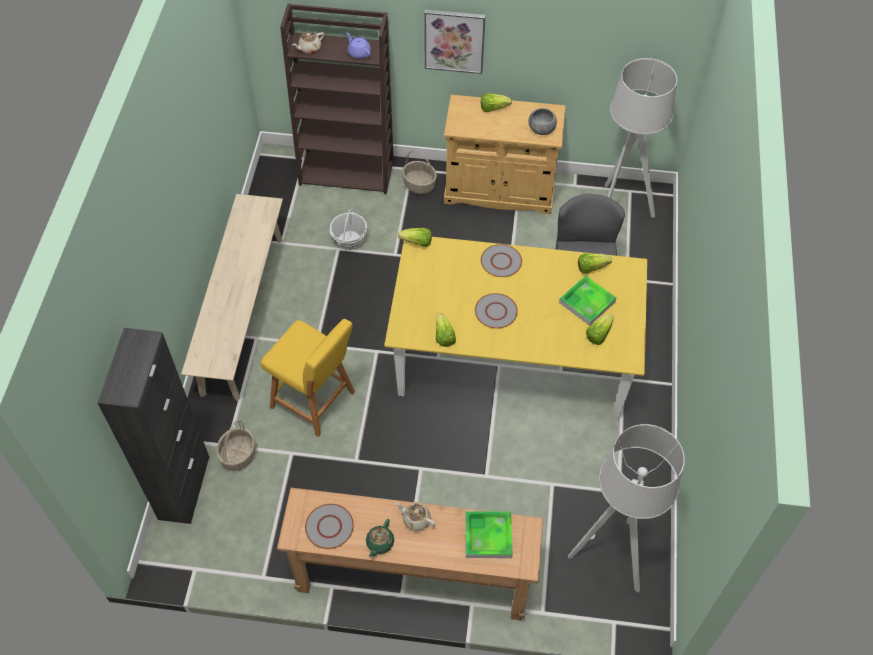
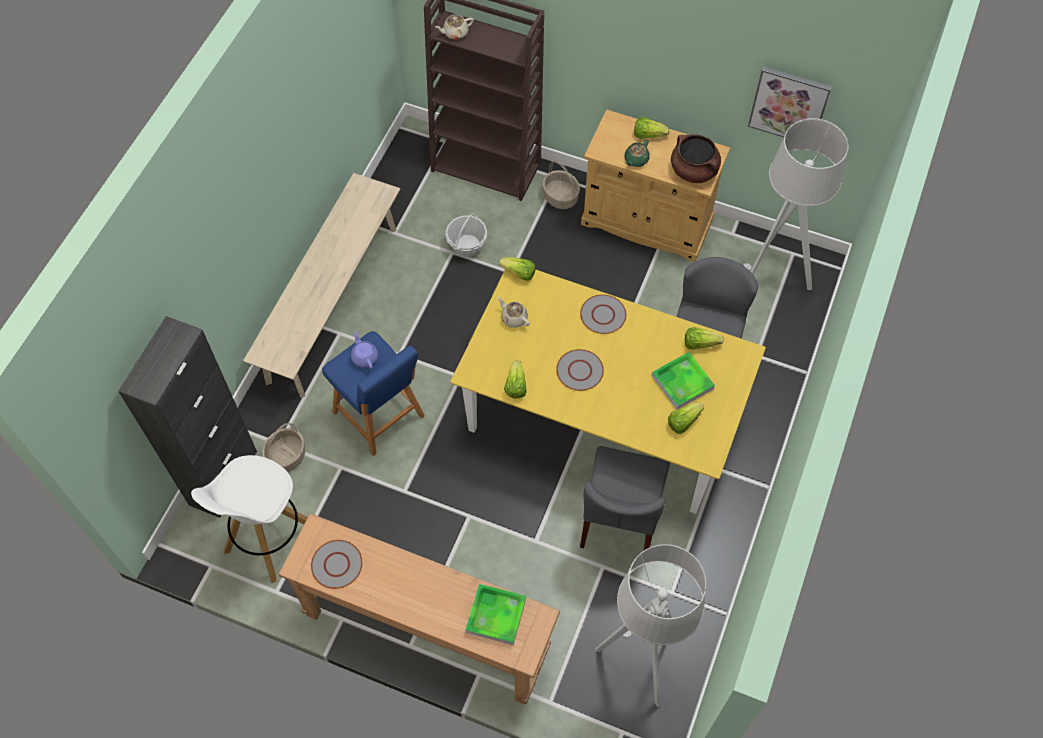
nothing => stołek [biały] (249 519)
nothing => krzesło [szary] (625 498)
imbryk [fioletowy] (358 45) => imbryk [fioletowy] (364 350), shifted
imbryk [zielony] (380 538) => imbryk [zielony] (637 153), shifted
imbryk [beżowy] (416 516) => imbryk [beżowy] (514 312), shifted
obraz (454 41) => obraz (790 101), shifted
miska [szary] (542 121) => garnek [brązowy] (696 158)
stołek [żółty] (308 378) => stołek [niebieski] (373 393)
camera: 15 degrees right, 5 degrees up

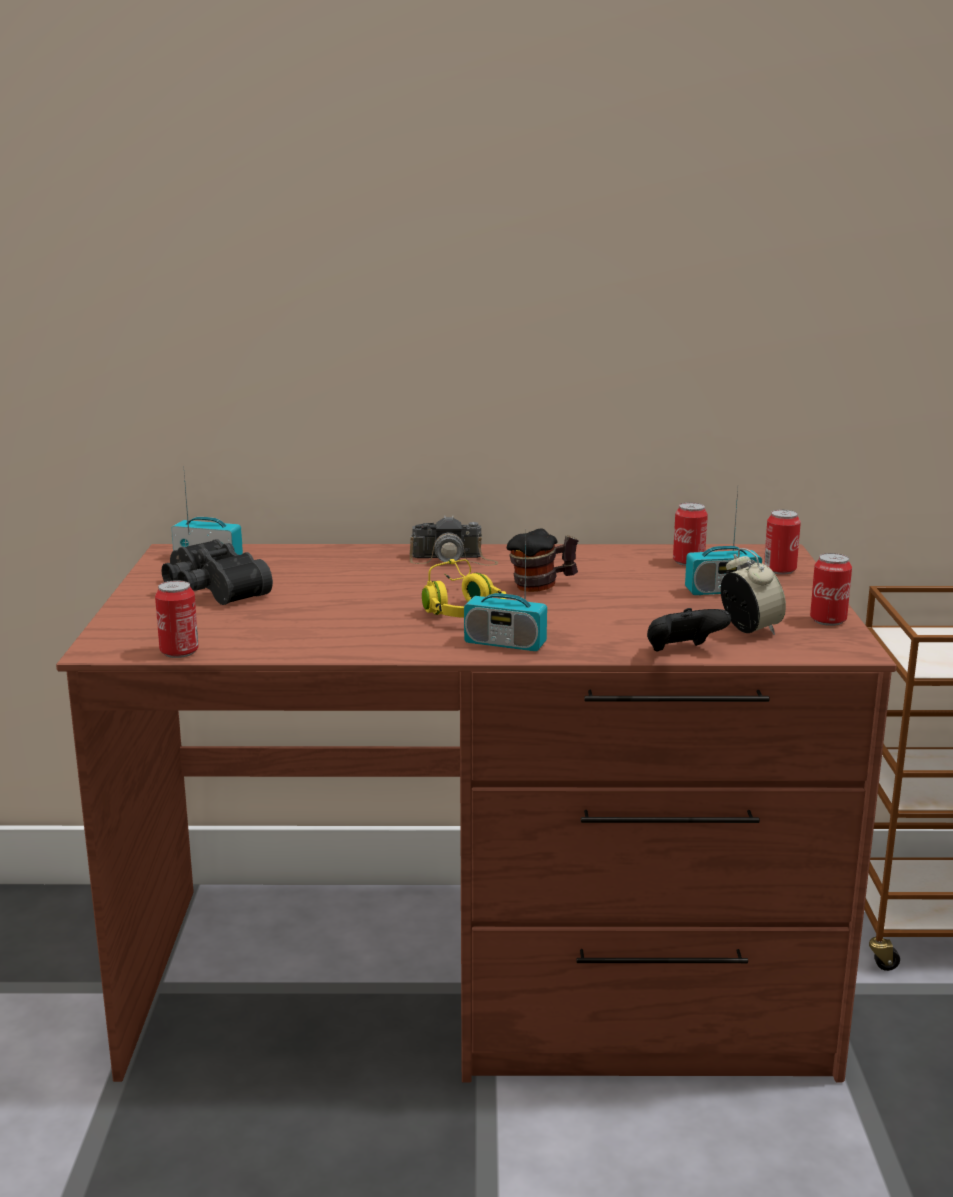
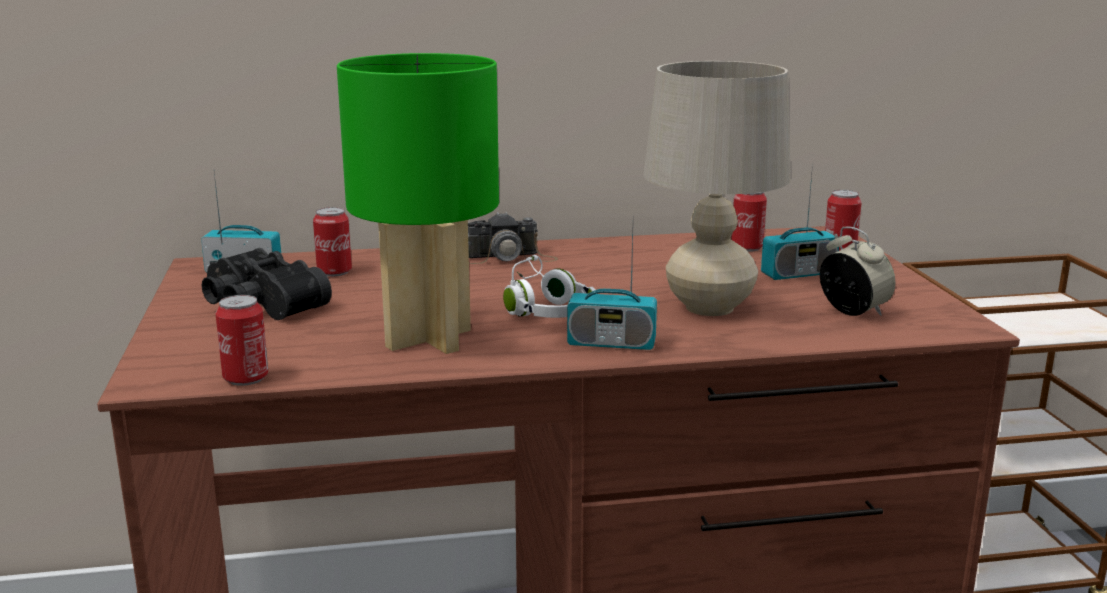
kubek (543 560) => nothing
pad do gier [czarny] (689 630) => nothing
nothing => lampa stołowa [zielony] (418 203)
nothing => lampa stołowa [beżowy] (717 188)
puszka (831 589) => puszka (332 242), shifted
słuchawki [żółty] (464 588) => słuchawki [biały] (549 286)
camera: 10 degrees left, 0 degrees up

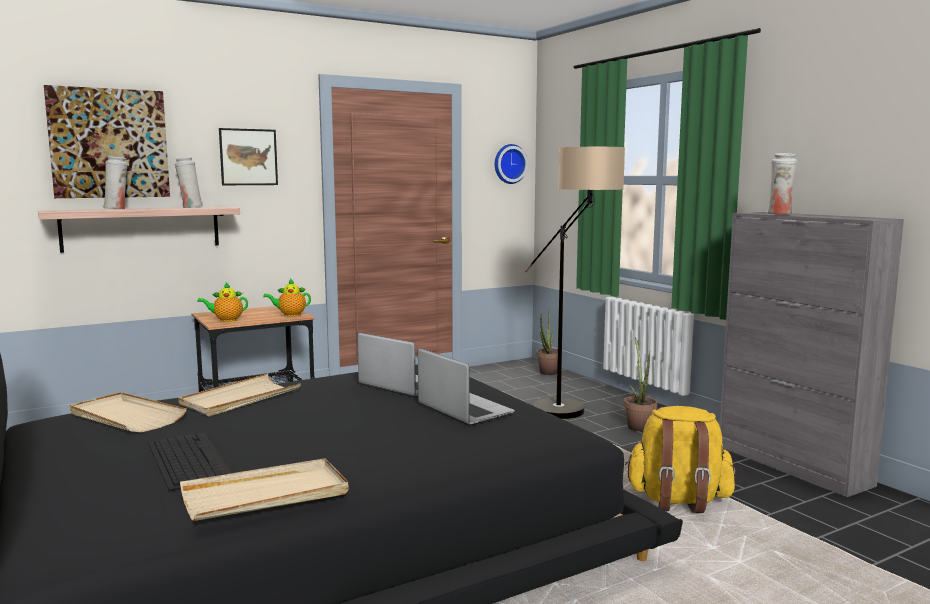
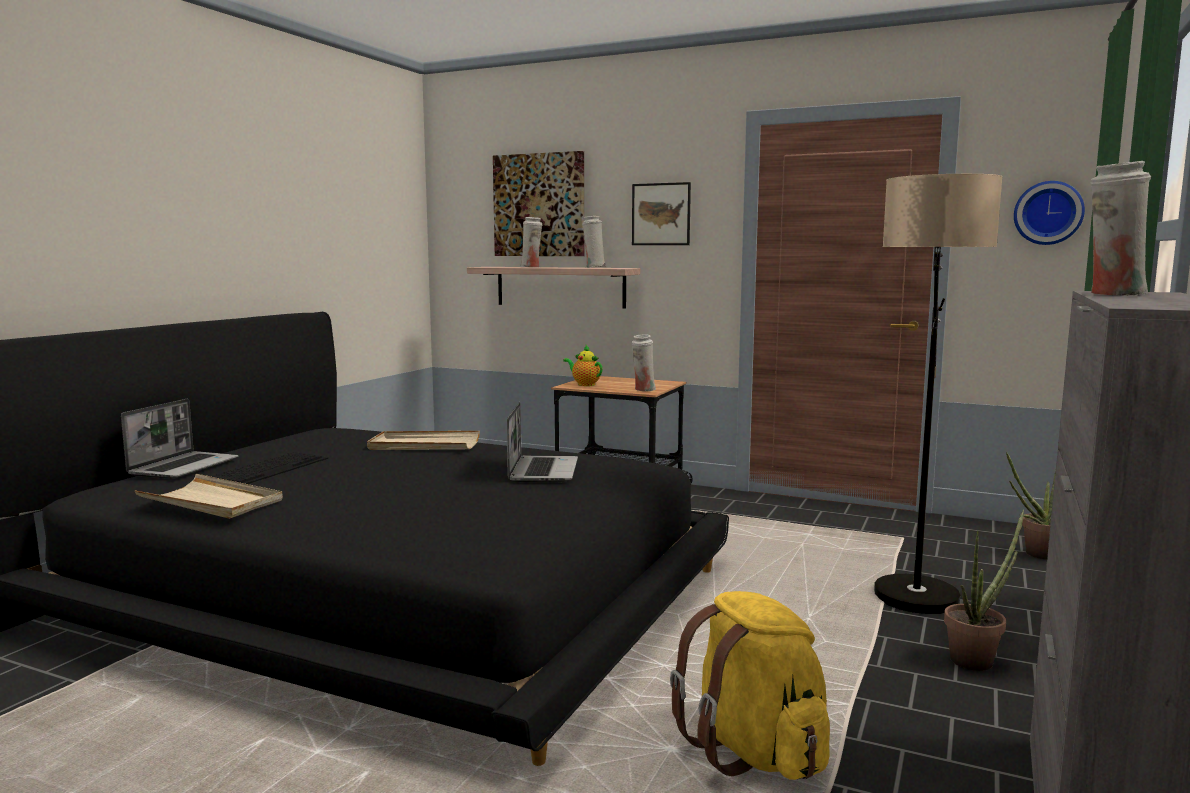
taca [beżowy] (128 412) => nothing
laptop (466 387) => laptop (179 439), shifted
imbryk (287 297) => wazon [biały] (643 362)
camera: 55 degrees right, 0 degrees up

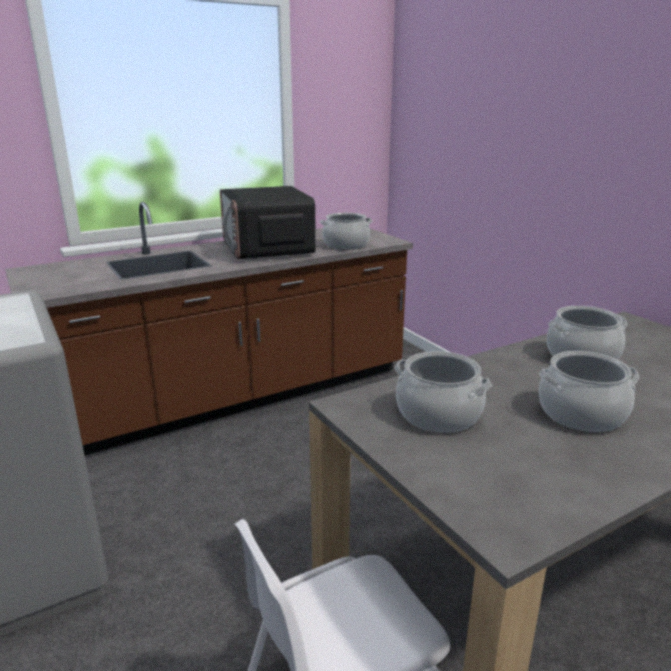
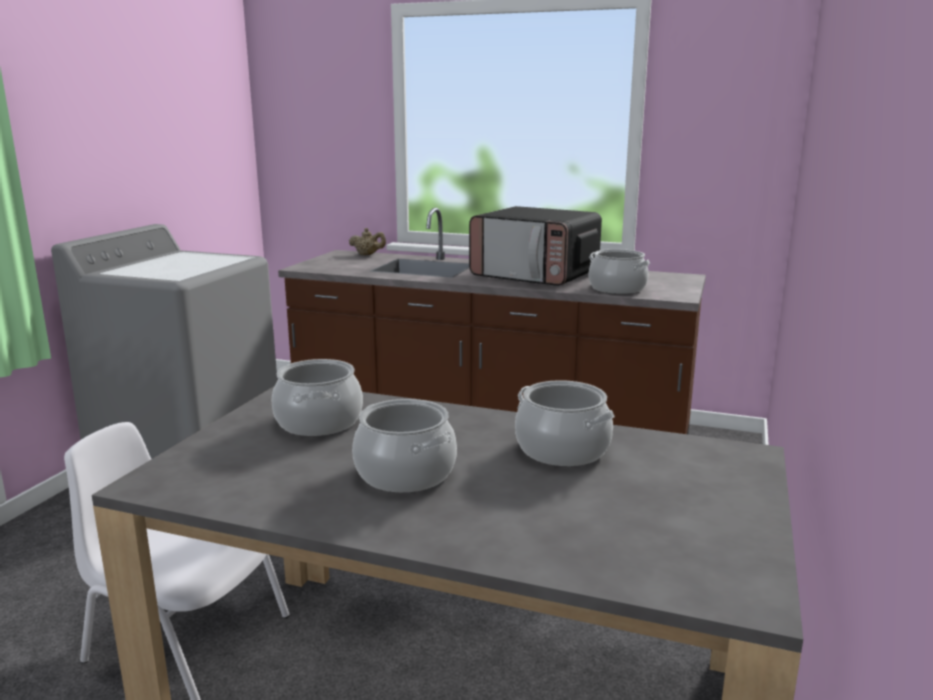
nothing => imbryk [beżowy] (367 241)
mikrofalówka (268 222) => mikrofalówka (535 246), 90 degrees counterclockwise
camera: 50 degrees right, 5 degrees down

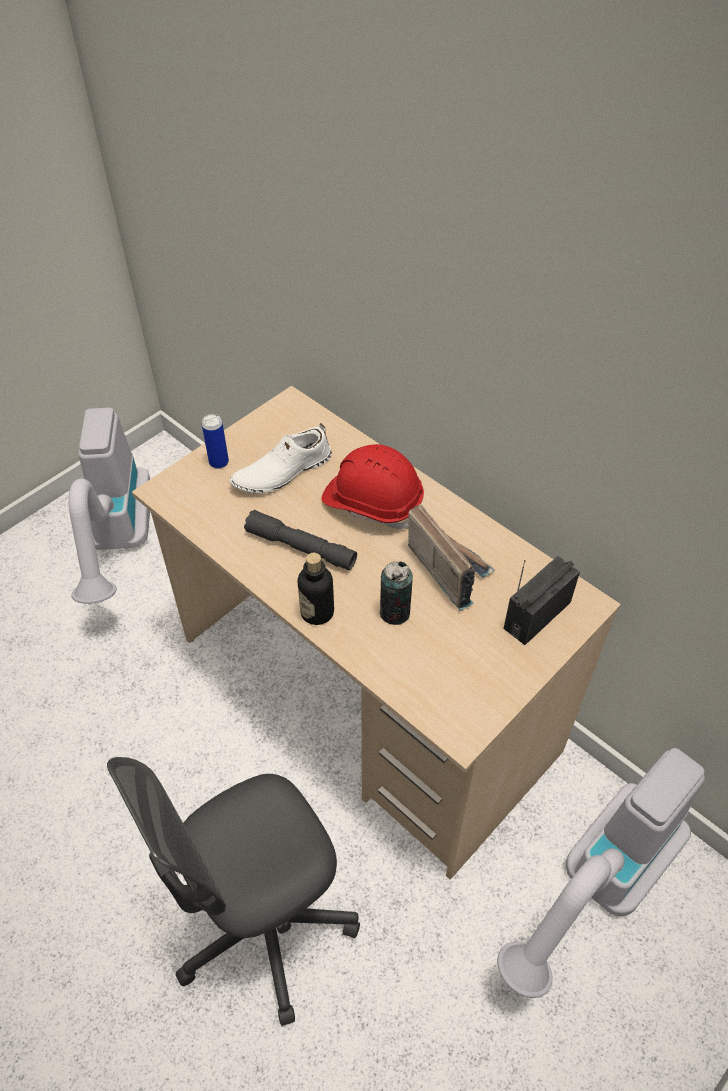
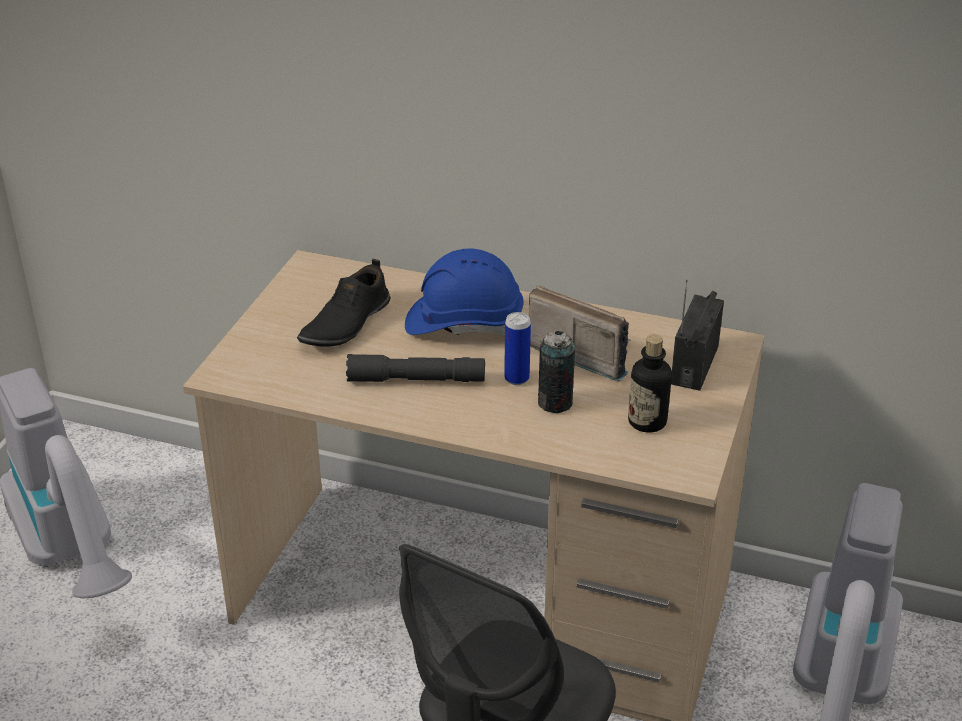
puszka (215 441) => puszka (517 348), shifted
butelka (316 589) => butelka (650 383), shifted
but [biały] (280 458) => but [czarny] (344 303)
kask [czerwony] (372 486) => kask [niebieski] (464 292)
camera: 25 degrees left, 15 degrees down

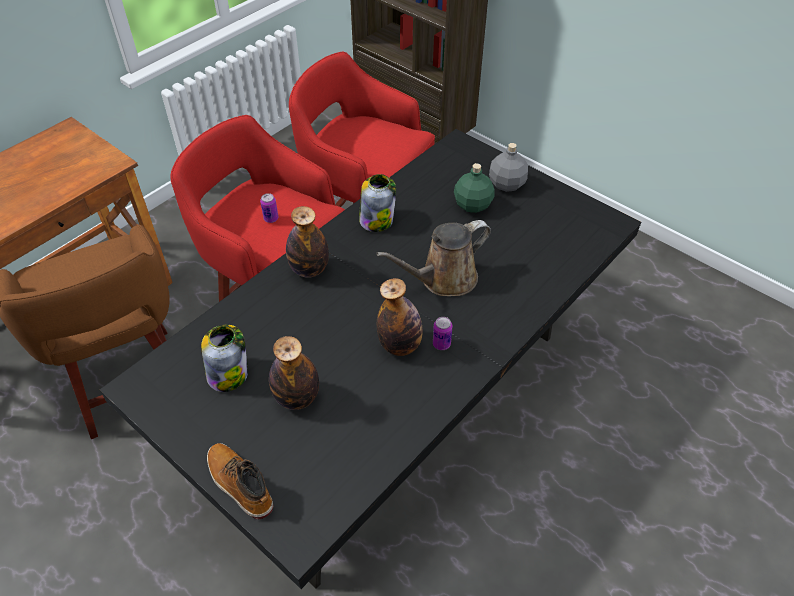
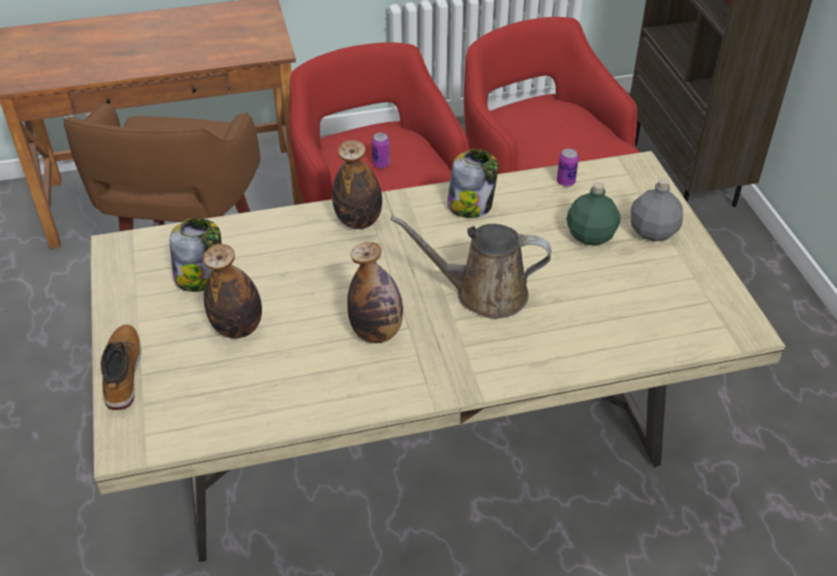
puszka (442 333) => puszka (568 167), shifted
stół jadalny [czarny] (370 359) => stół jadalny [beżowy] (438 356)
camera: 35 degrees right, 5 degrees down

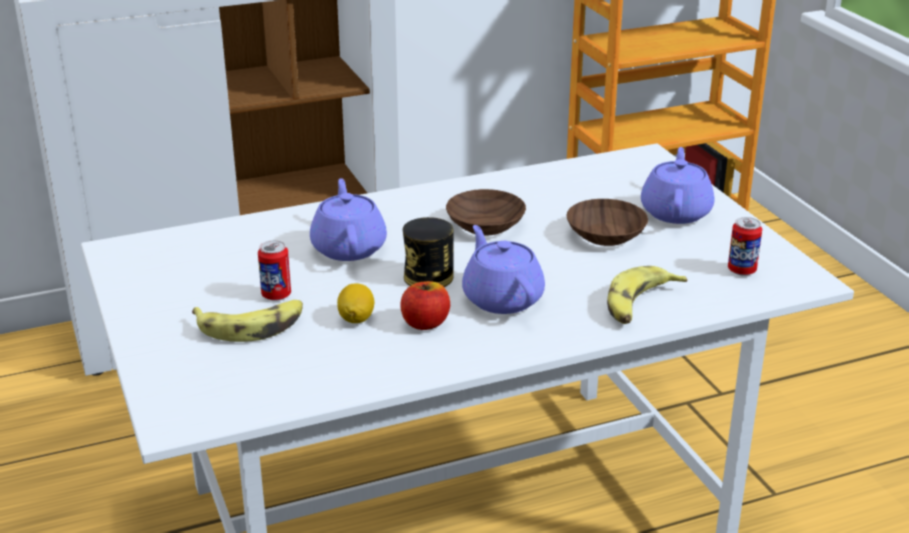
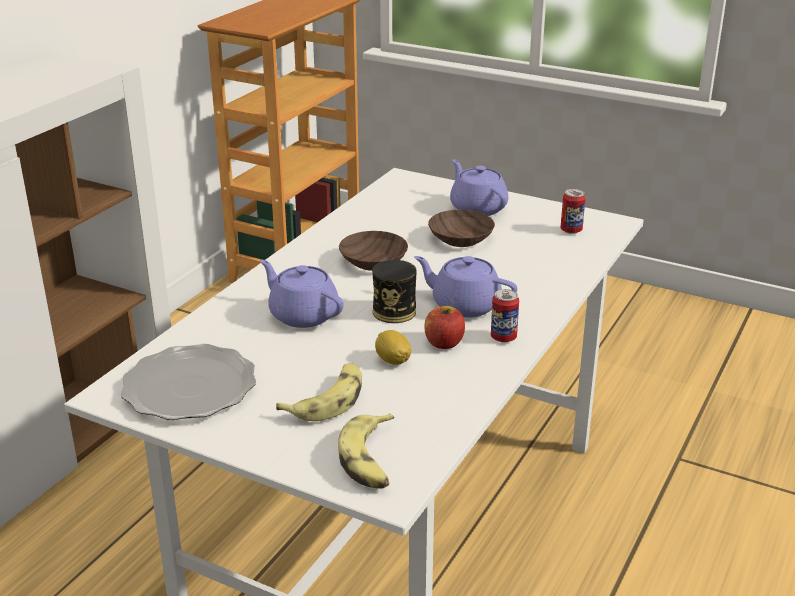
nothing => talerz (188 382)
puszka (274 270) => puszka (505 316), shifted
banan (647 295) => banan (366 451), shifted
camera: 40 degrees left, 0 degrees up

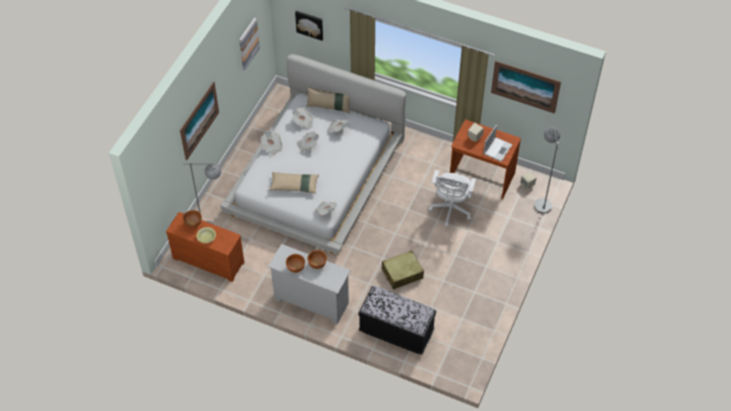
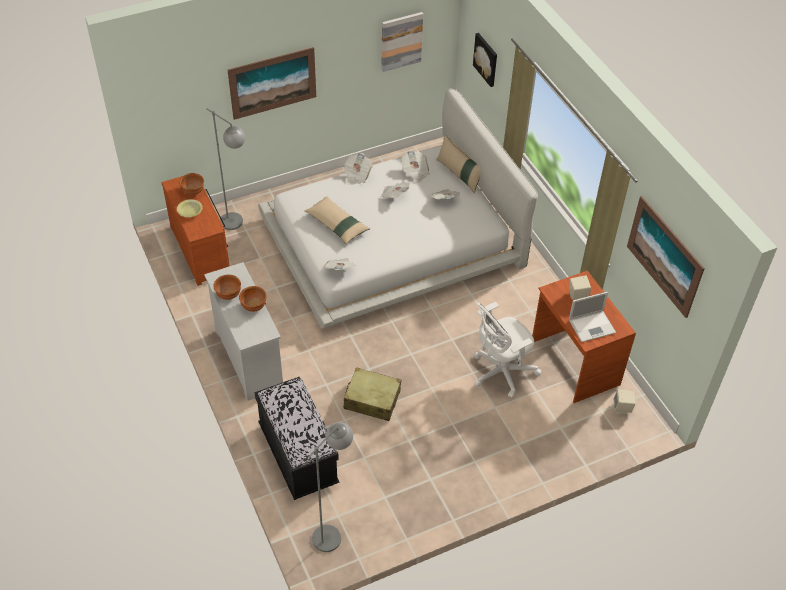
lampa stojąca [szary] (547 170) => lampa stojąca [szary] (330 487), shifted
camera: 40 degrees right, 5 degrees down

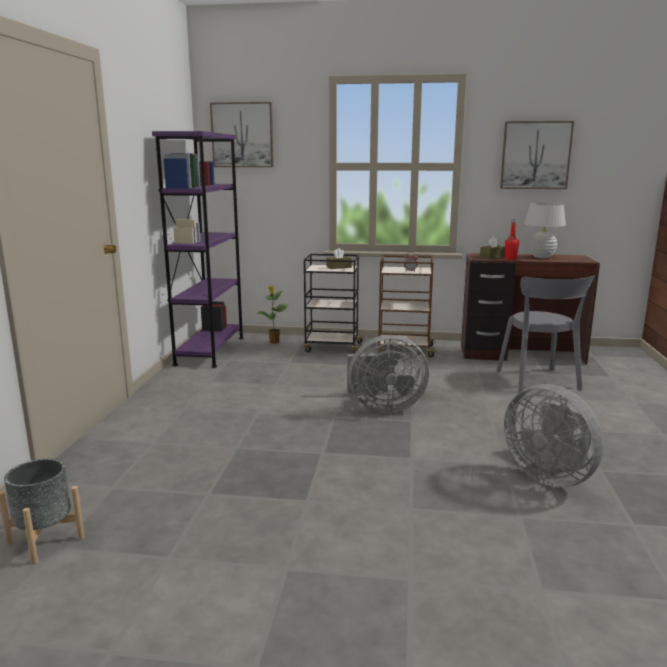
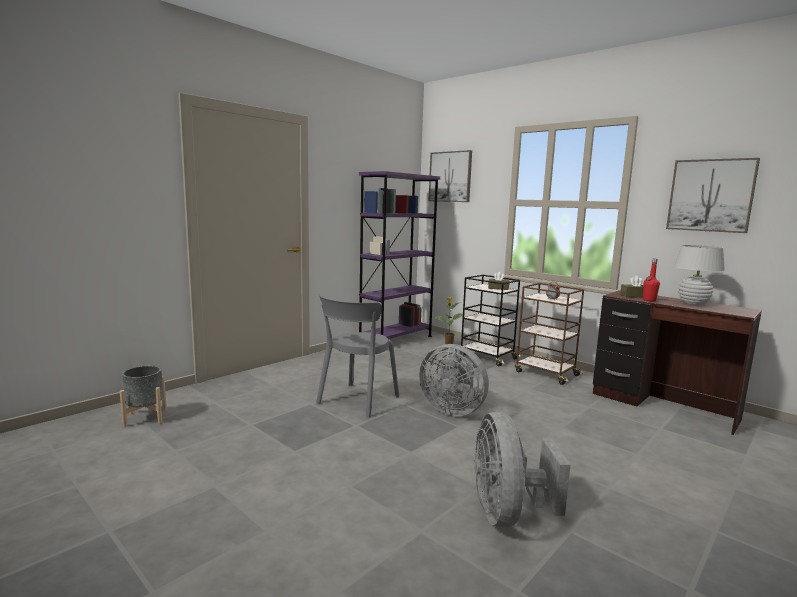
krzesło [szary] (545 334) => krzesło [szary] (357 356), shifted
camera: 35 degrees right, 5 degrees down

